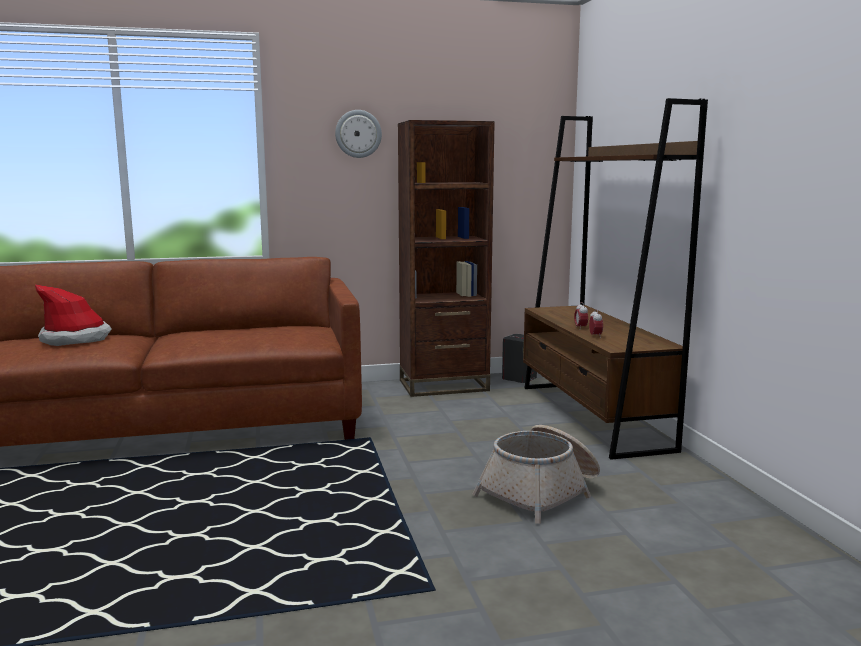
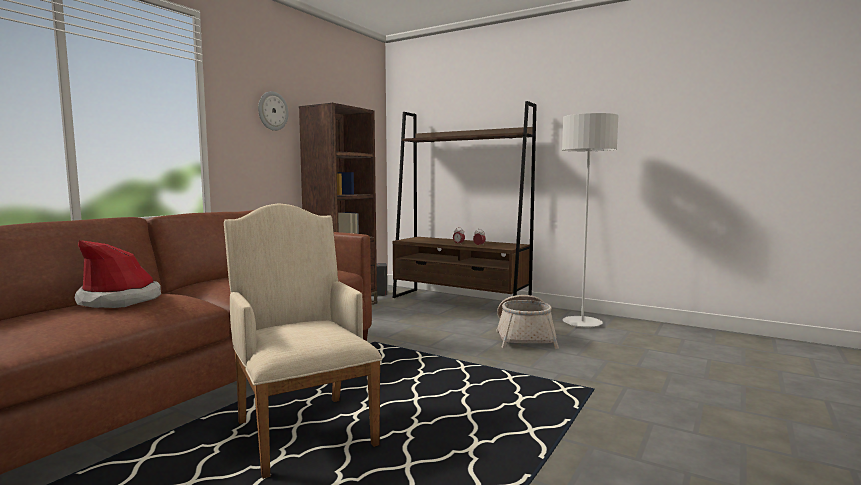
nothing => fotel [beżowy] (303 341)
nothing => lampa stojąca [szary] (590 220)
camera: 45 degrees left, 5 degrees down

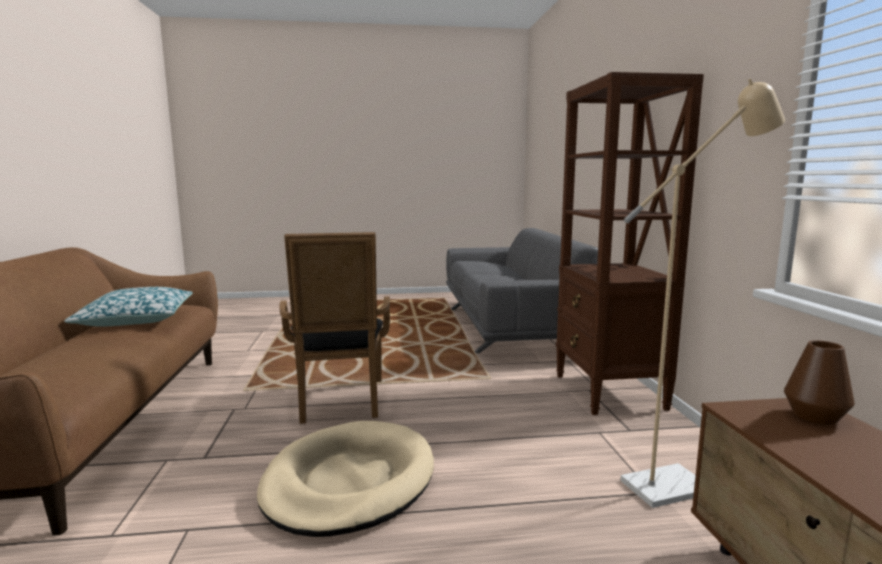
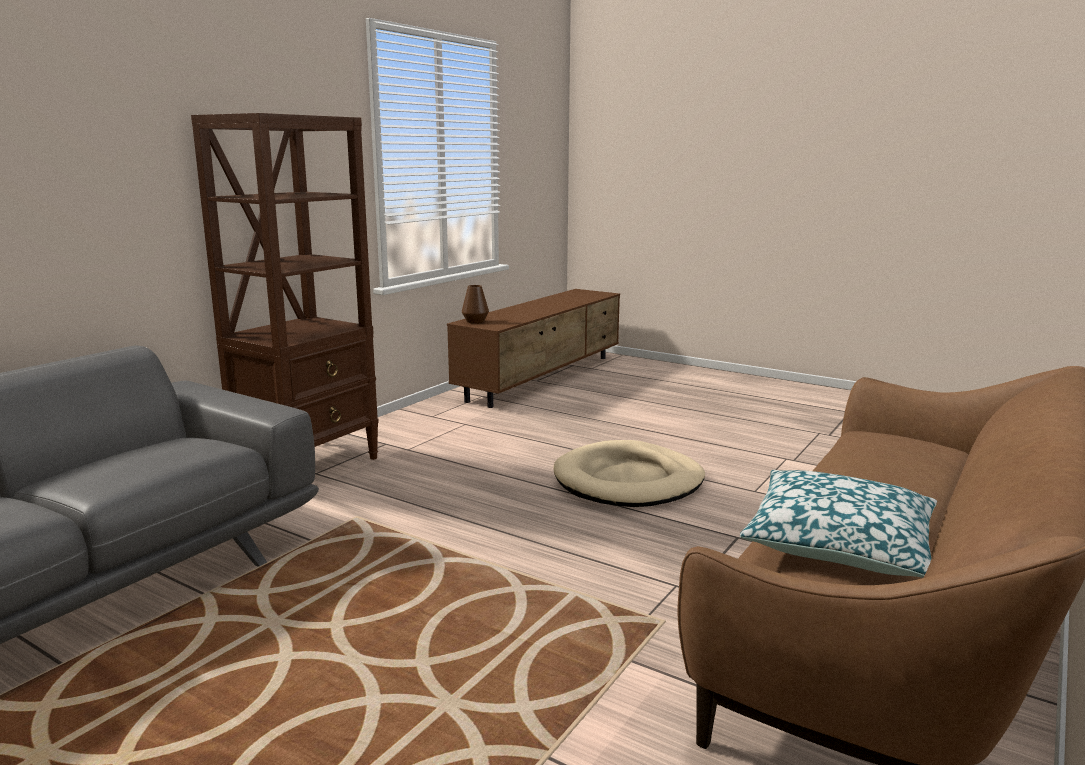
fotel [czarny] (334 328) => nothing
lampa stojąca [beżowy] (702 293) => nothing
camera: 140 degrees left, 5 degrees up

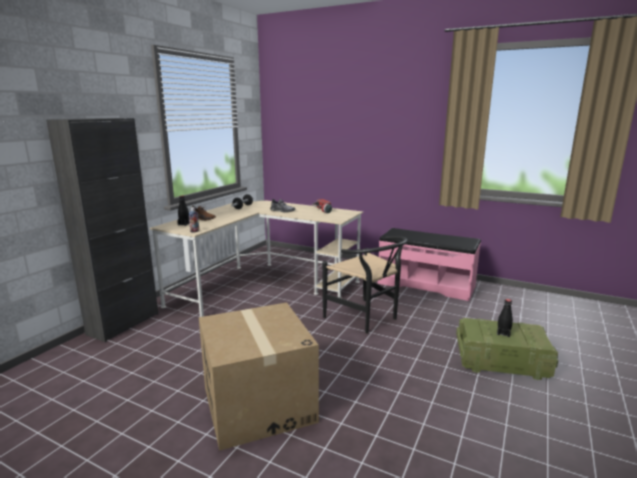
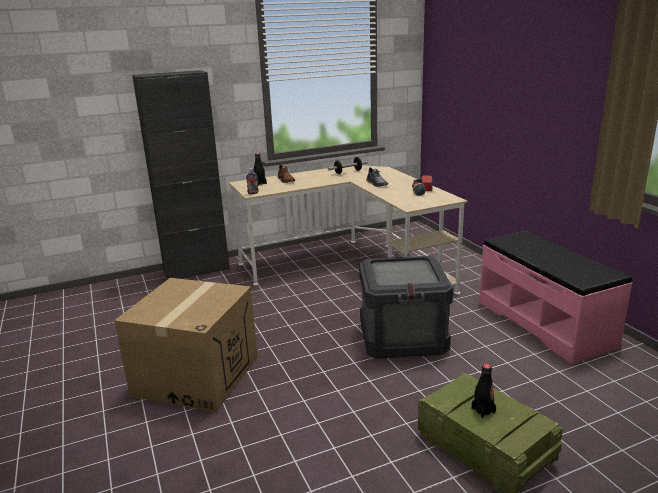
krzesło [czarny] (365 285) => skrzynka (406 306)
camera: 40 degrees right, 5 degrees up

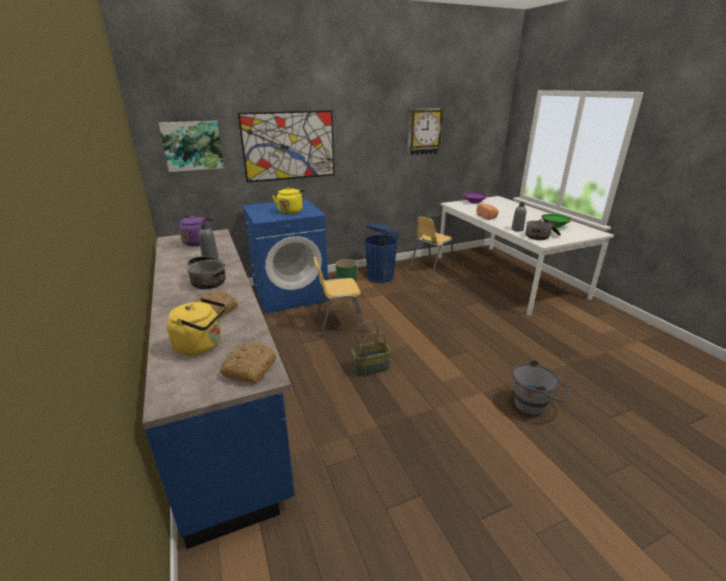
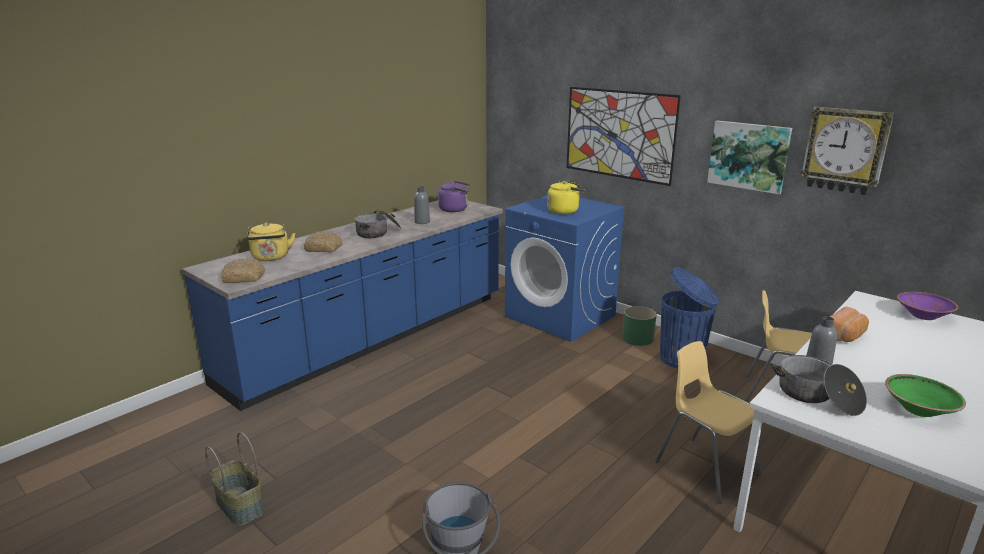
obraz (191 146) => obraz (749 157), shifted
krzesło [żółty] (339 296) => krzesło [żółty] (708 422), shifted
koszyk (371 348) => koszyk (235 479), shifted
camera: 65 degrees right, 5 degrees down

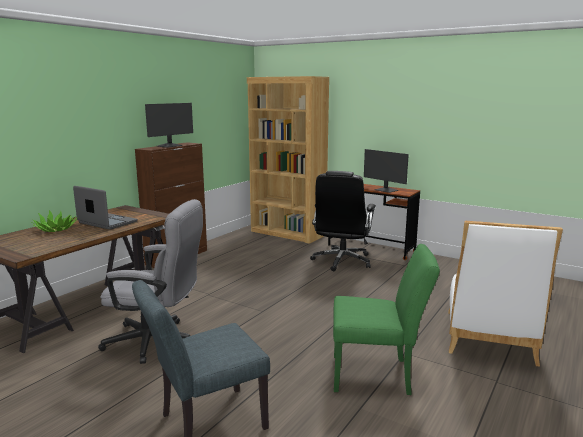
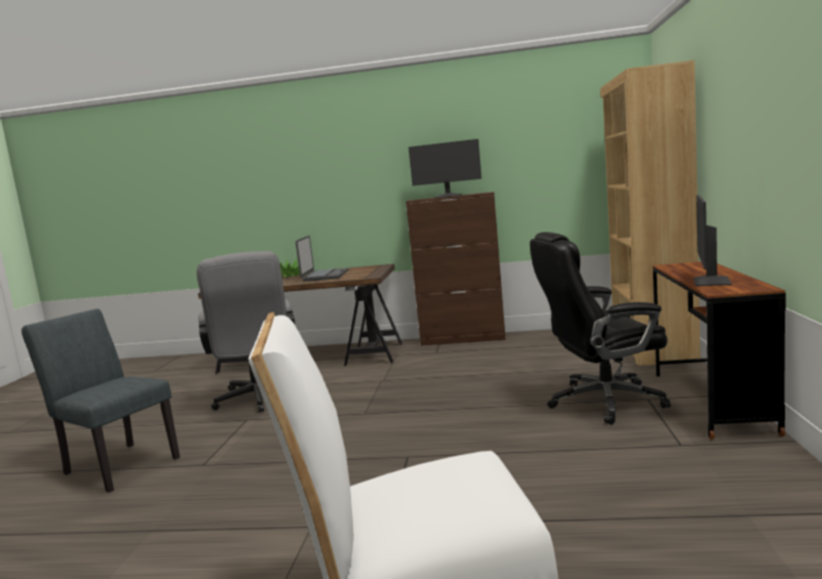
krzesło [zielony] (386 319) => nothing
camera: 65 degrees right, 5 degrees down

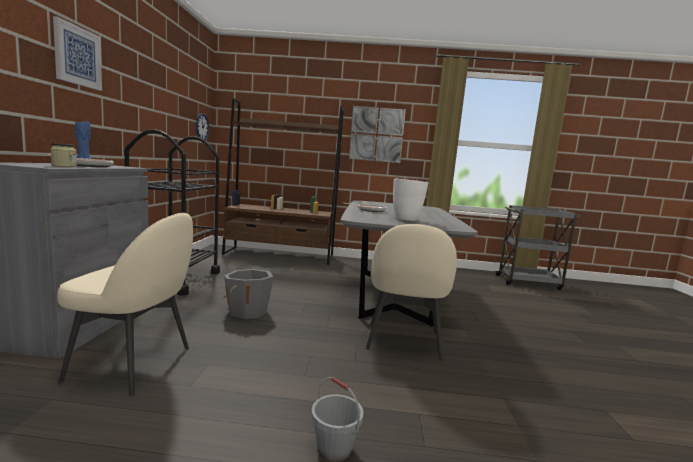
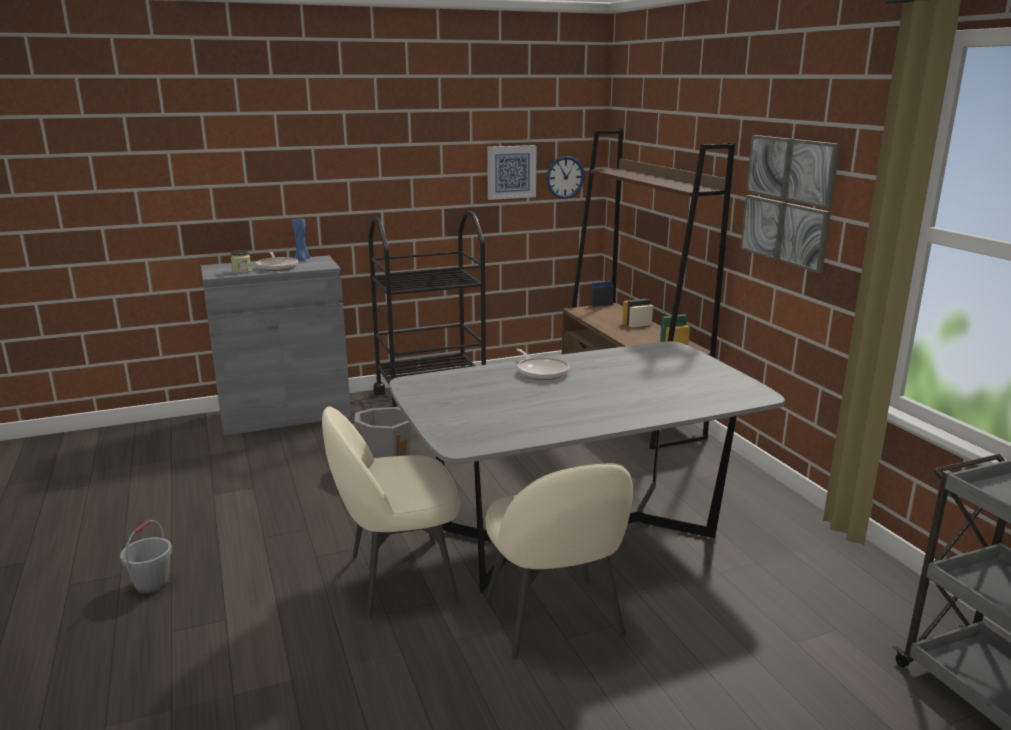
wazon [biały] (411 199) => nothing
obraz (77 53) => obraz (512 172), shifted
krzesło [beżowy] (125 304) => krzesło [beżowy] (559 561), shifted
camera: 65 degrees right, 10 degrees up

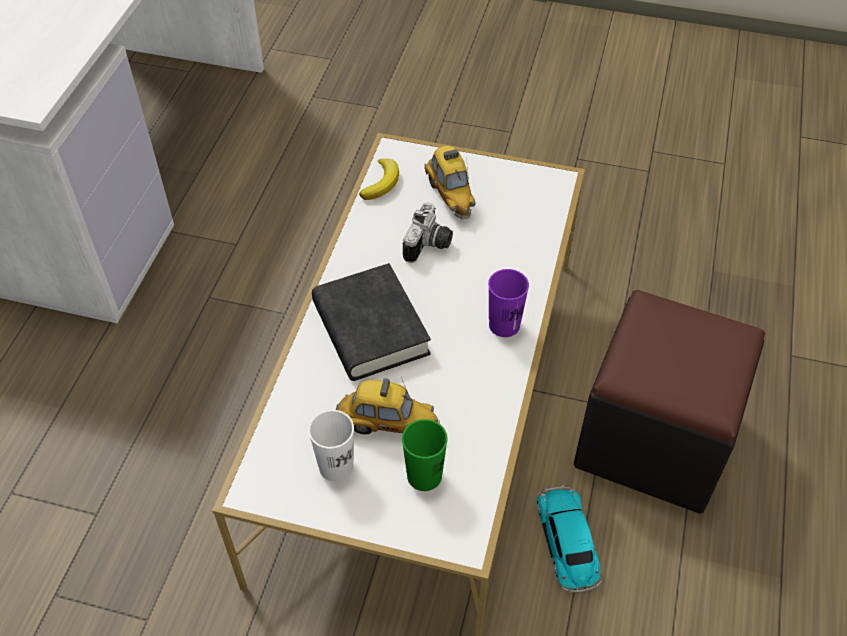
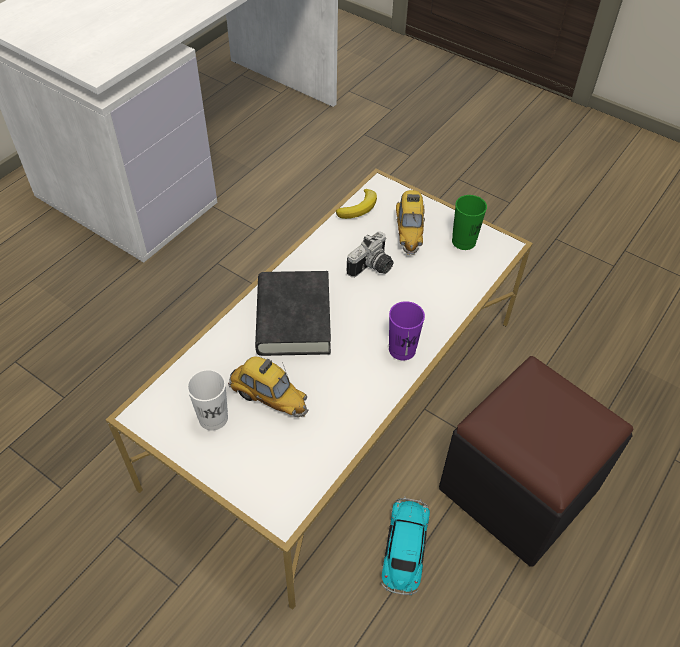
filiżanka [zielony] (425 455) => filiżanka [zielony] (469 222), shifted
camera: 20 degrees right, 0 degrees up

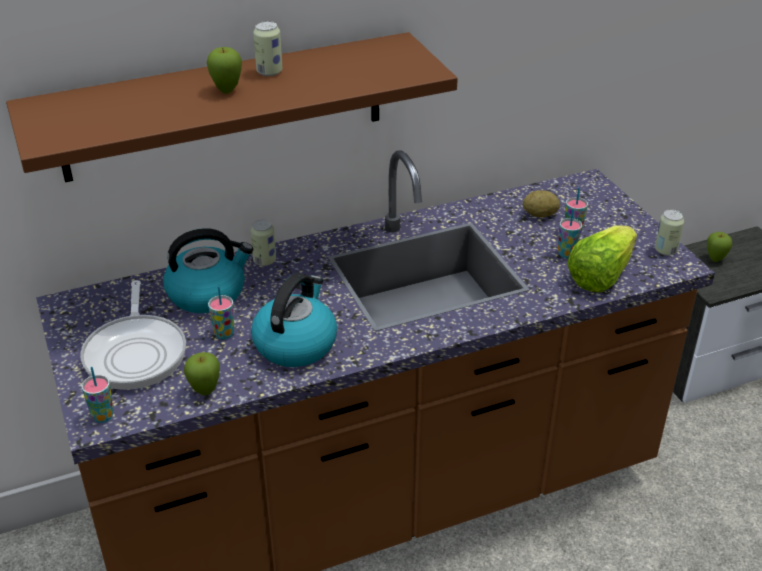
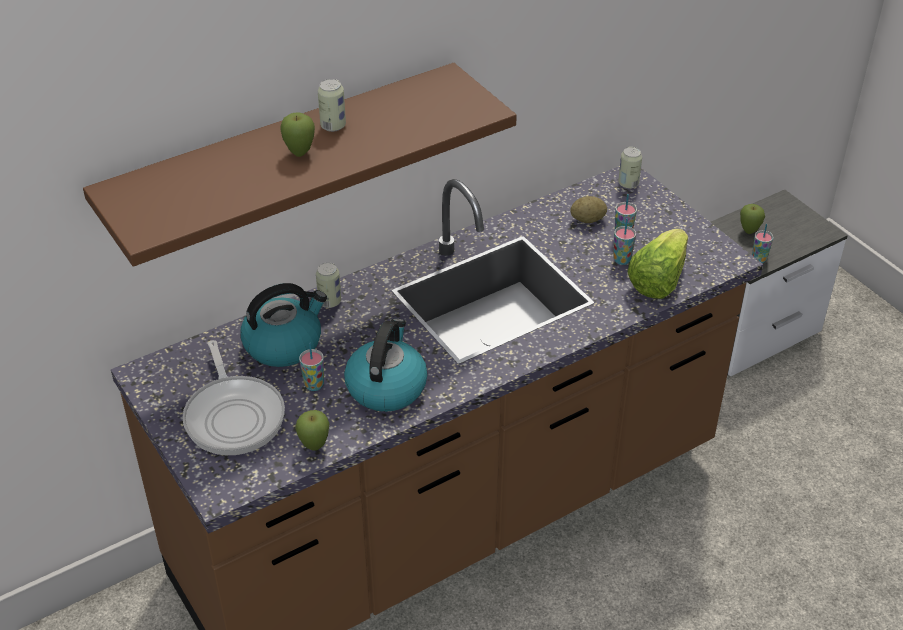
filiżanka (97 395) => filiżanka (762 243), shifted
puszka (669 233) => puszka (630 168), shifted
camera: 10 degrees left, 5 degrees up

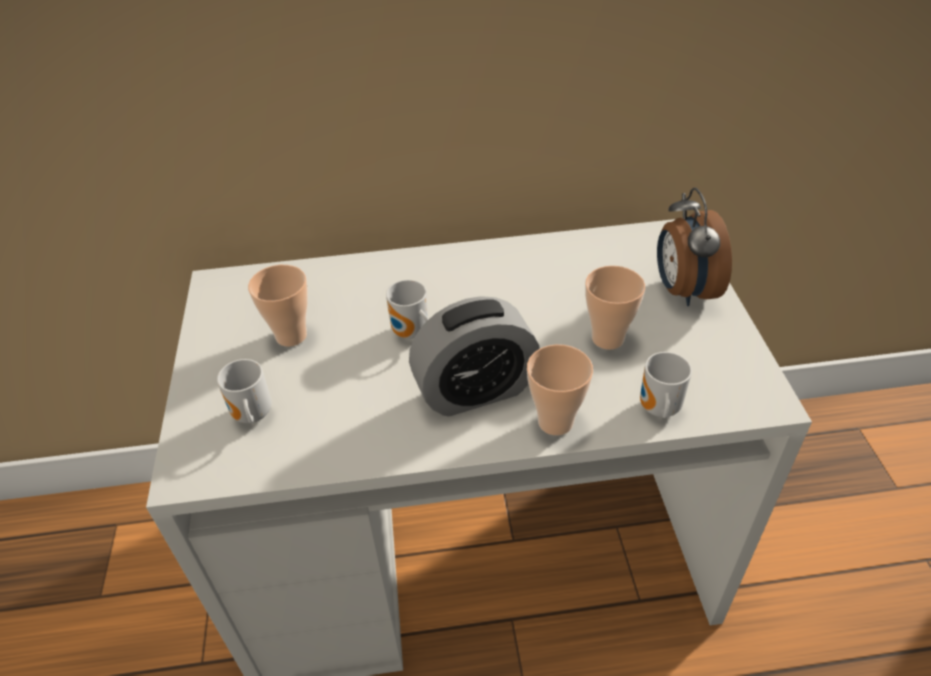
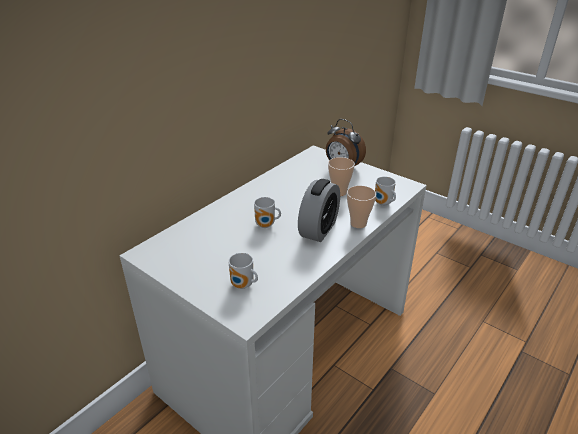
filiżanka (278 305) => nothing
camera: 45 degrees left, 10 degrees down

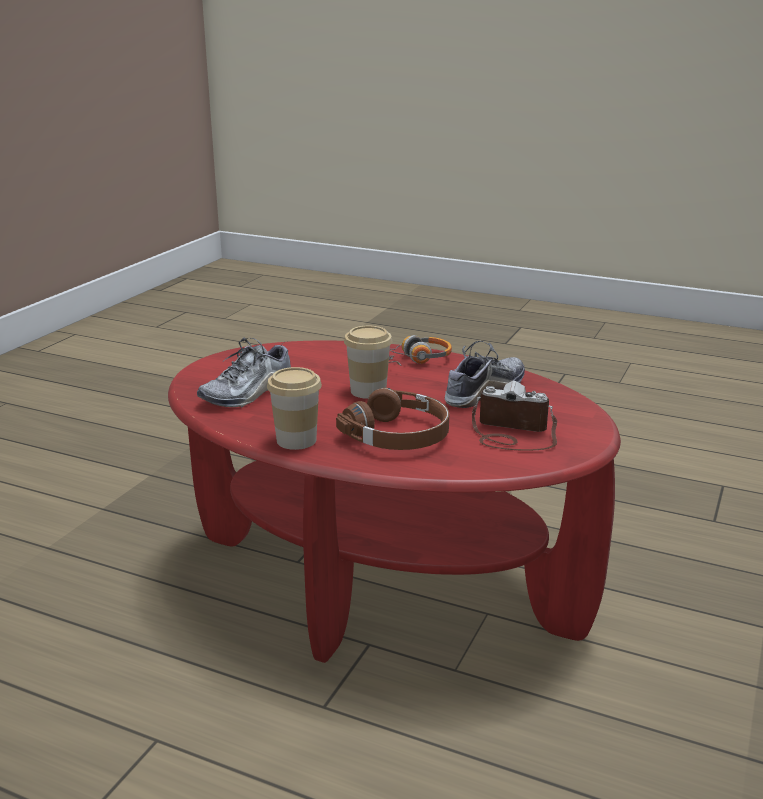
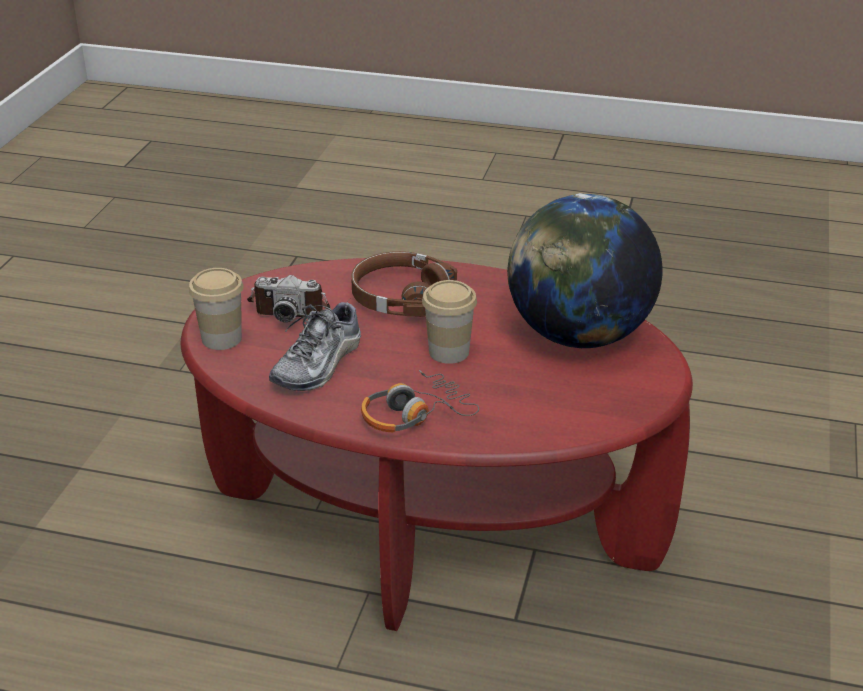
filiżanka (294 408) => filiżanka (216 309), shifted
but (244 372) => globus (585 270)
camera: 170 degrees right, 10 degrees up

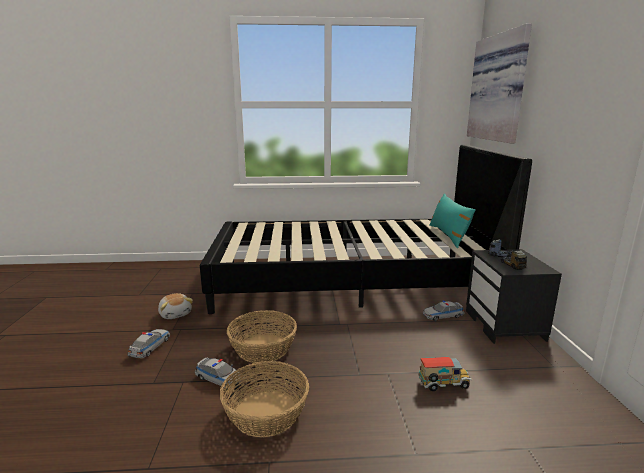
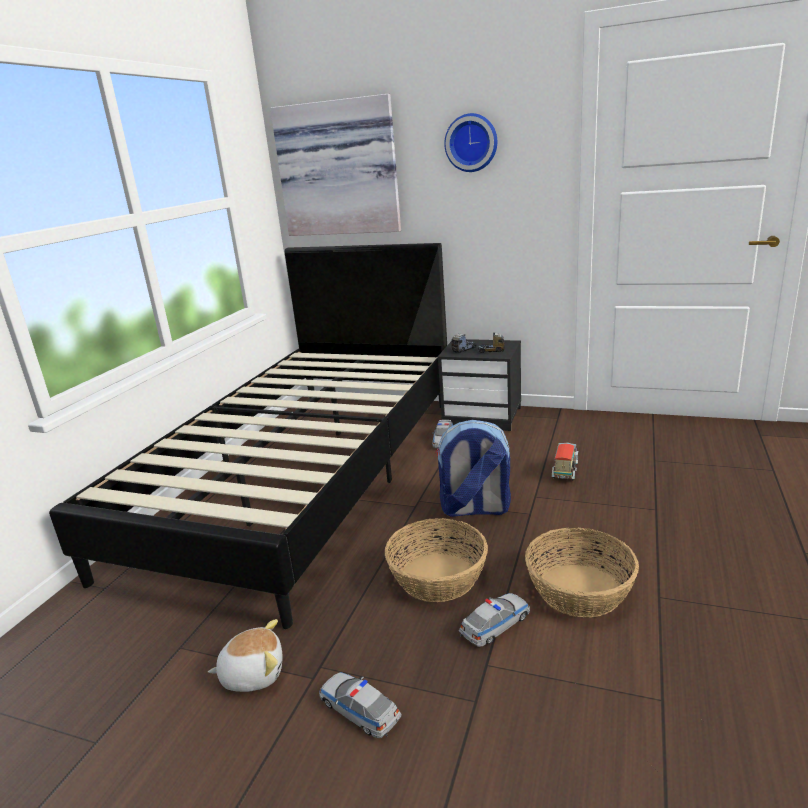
poduszka [turkusowy] (452 220) => nothing
nothing => plecak (473 468)
nothing => zegar ścienny (470 142)
camera: 65 degrees left, 5 degrees up

